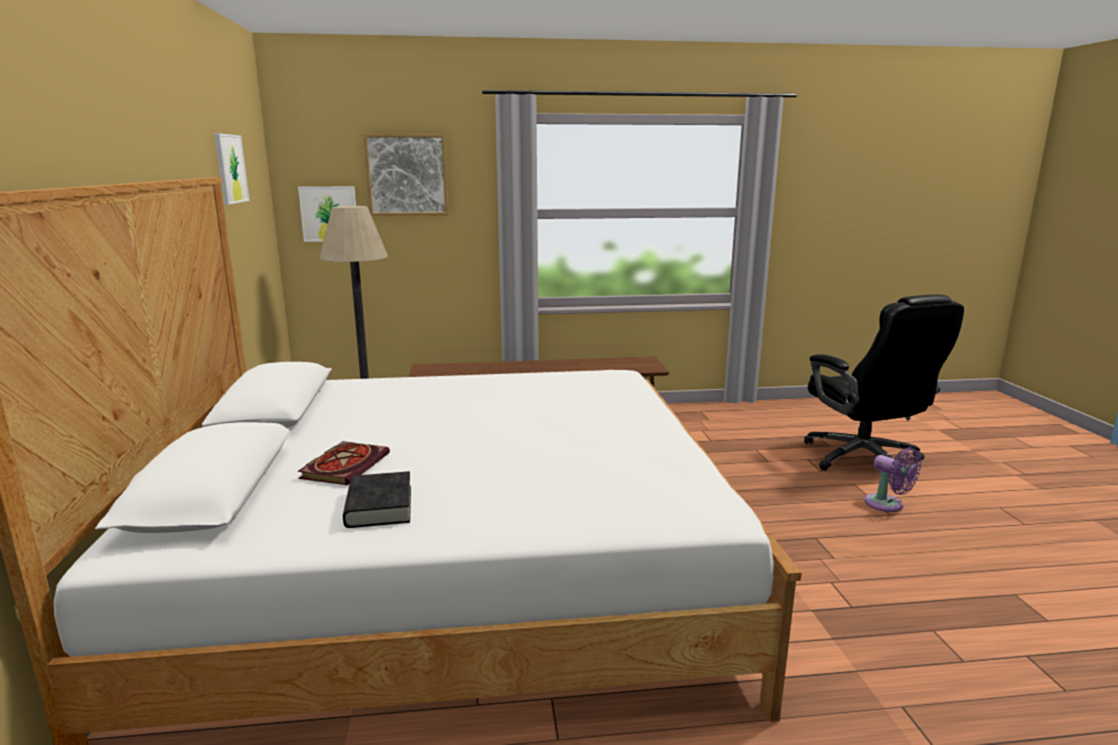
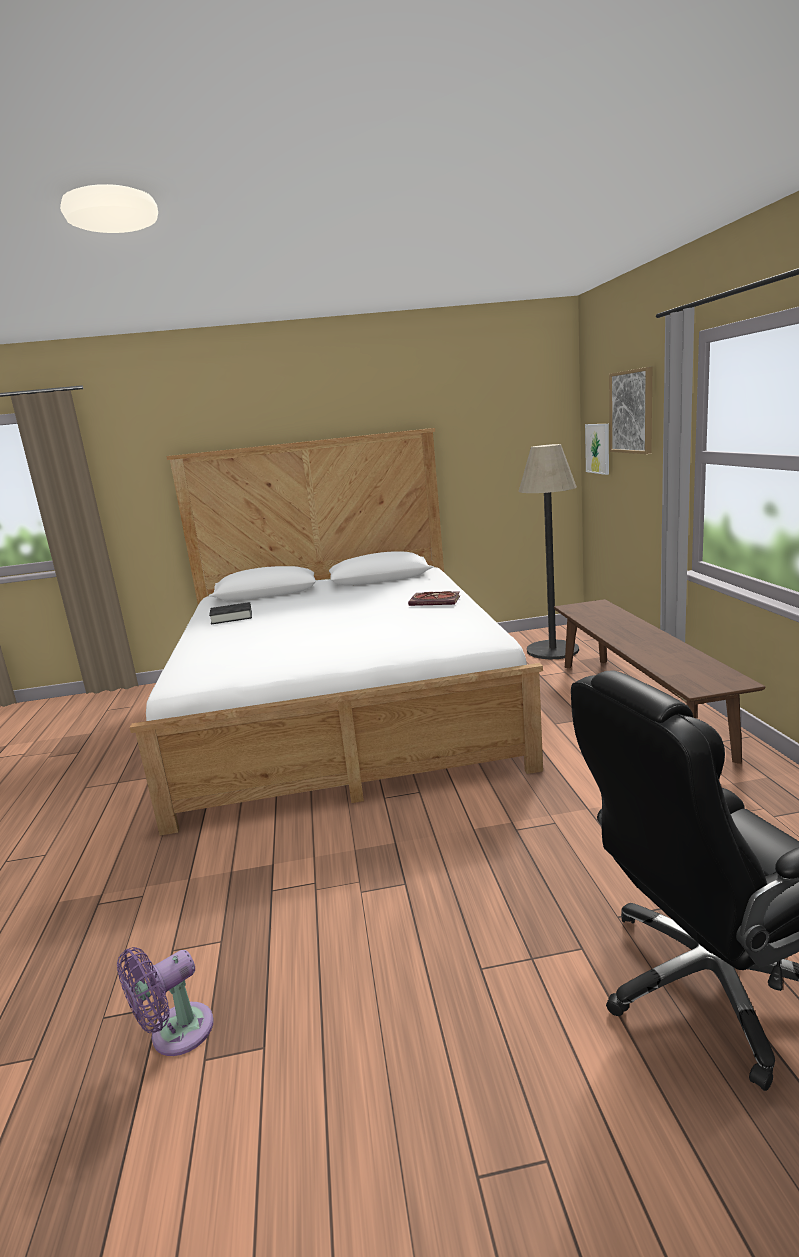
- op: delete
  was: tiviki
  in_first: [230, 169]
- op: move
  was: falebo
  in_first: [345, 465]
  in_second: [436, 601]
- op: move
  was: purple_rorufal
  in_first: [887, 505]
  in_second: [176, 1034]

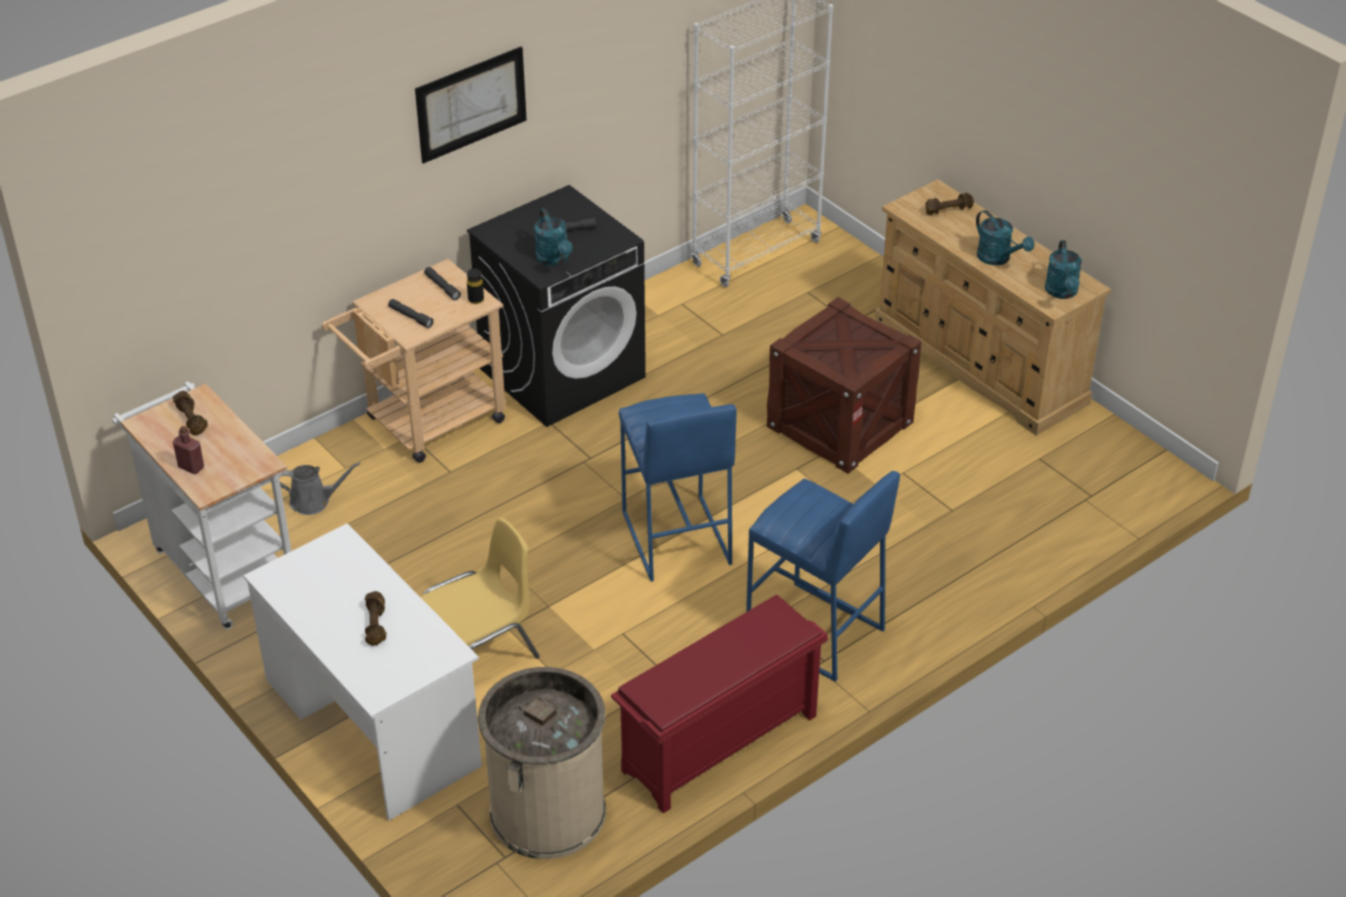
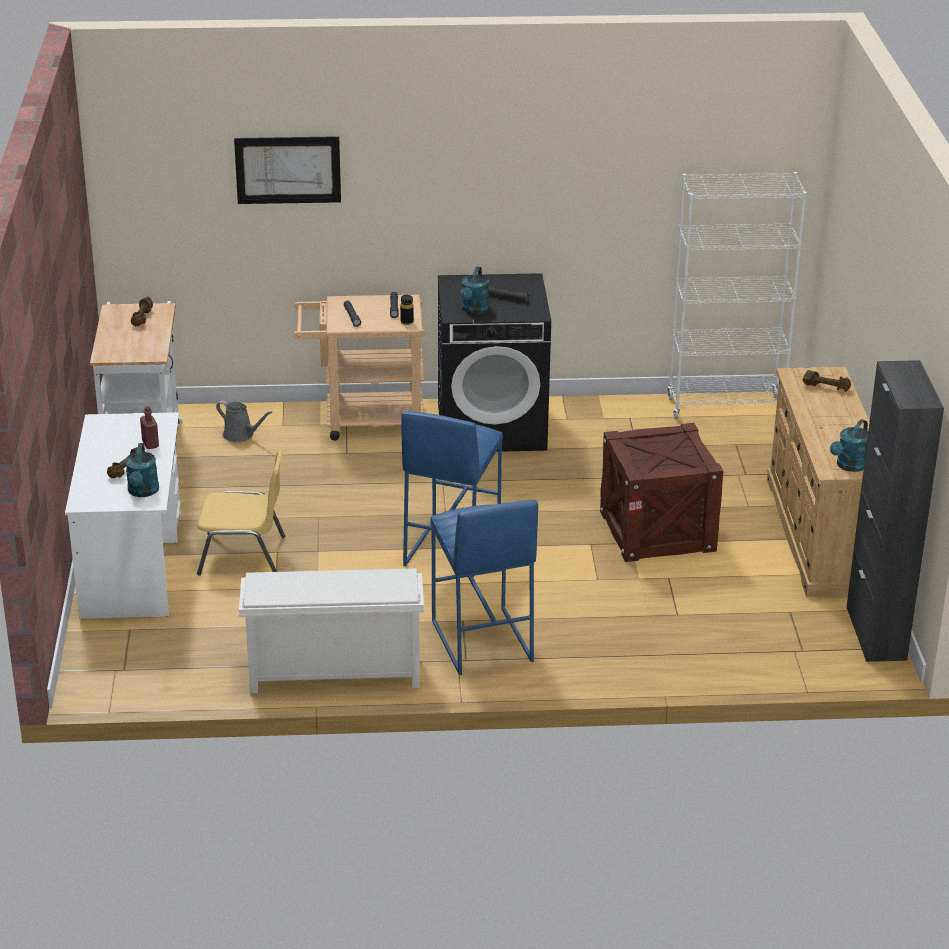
- op: move
  was: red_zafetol
  in_first: [191, 467]
  in_second: [150, 444]
- op: move
  was: tiviki
  in_first: [471, 104]
  in_second: [288, 170]
- op: delete
  was: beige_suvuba
  in_first: [547, 812]
- op: recolor
  was: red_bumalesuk
  now: white_bumalesuk
  in_first: [719, 745]
  in_second: [333, 674]
- op: move
  was: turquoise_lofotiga
  in_first: [998, 259]
  in_second: [143, 492]
- op: insert
  now: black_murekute
  in_second: [876, 633]

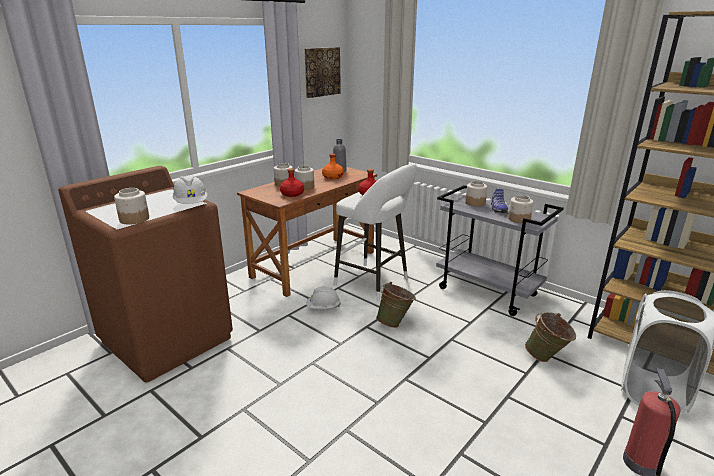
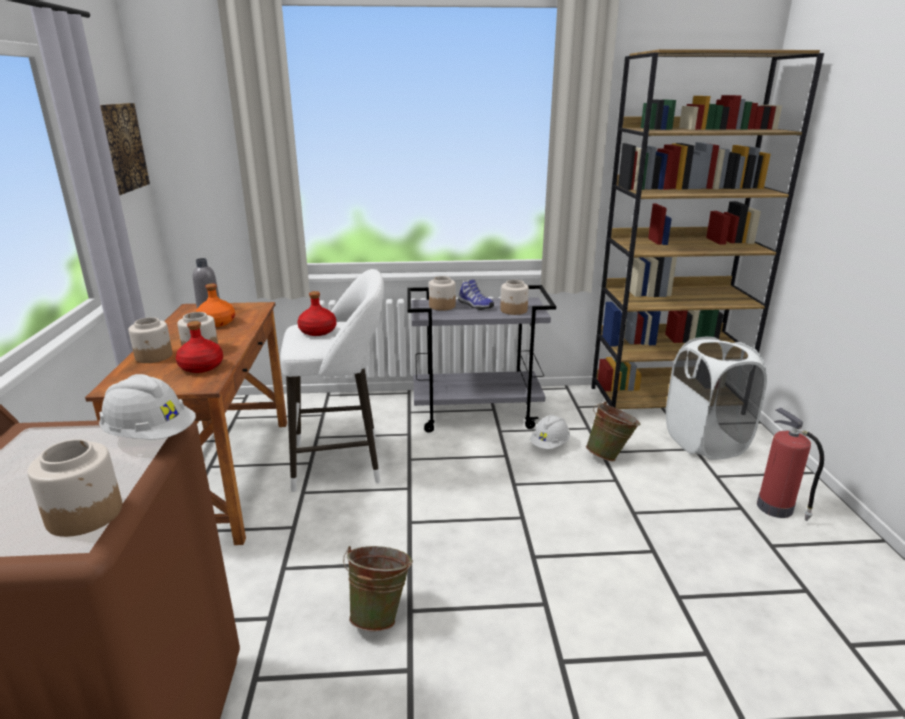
- op: move
  was: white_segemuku
  in_first: [323, 308]
  in_second: [550, 445]
- op: move
  was: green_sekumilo
  in_first: [395, 323]
  in_second: [380, 613]

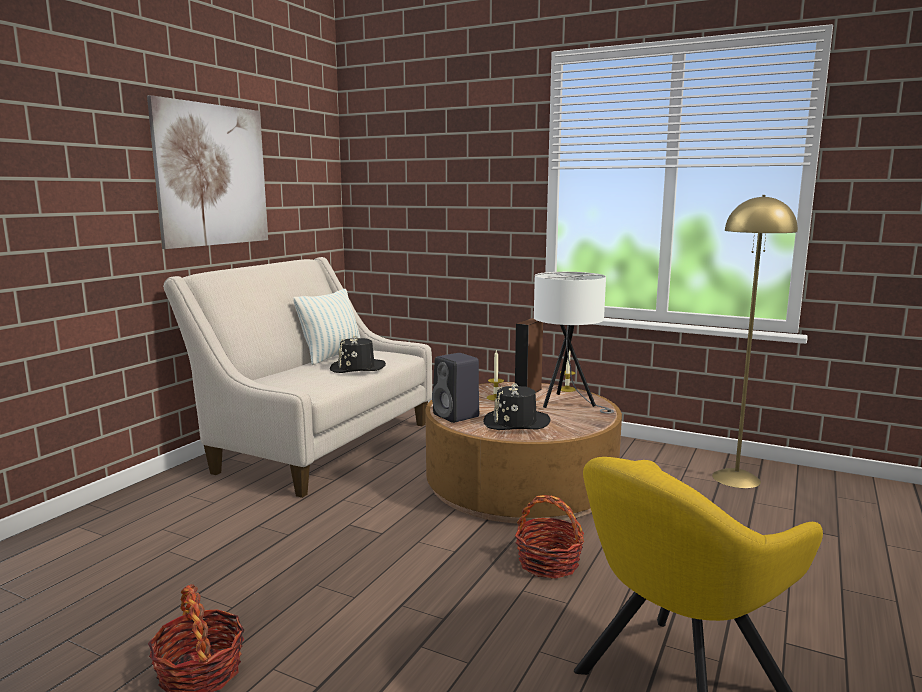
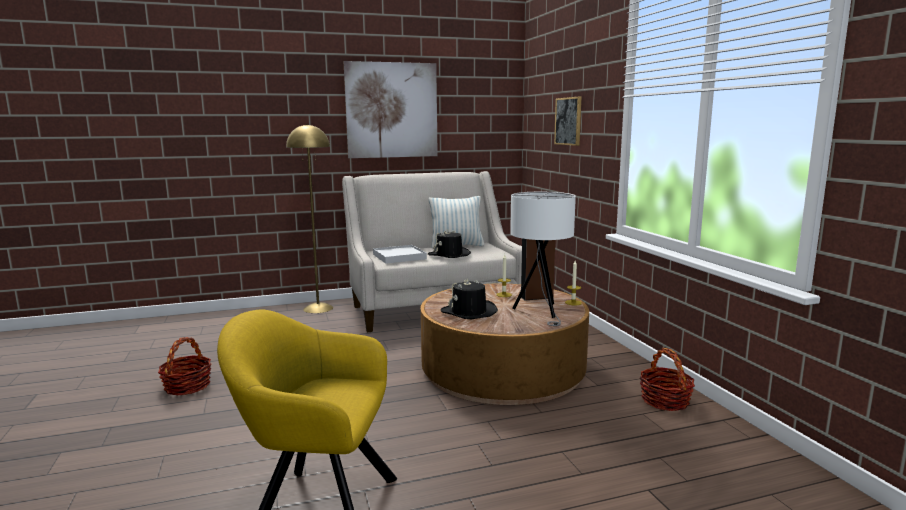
- op: delete
  was: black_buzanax
  in_first: [457, 416]
- op: move
  was: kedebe
  in_first: [548, 563]
  in_second: [665, 401]
- op: move
  was: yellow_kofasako
  in_first: [735, 478]
  in_second: [318, 308]
- op: insert
  now: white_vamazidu
  in_second: [399, 257]
- op: insert
  now: tiviki
  in_second: [568, 121]

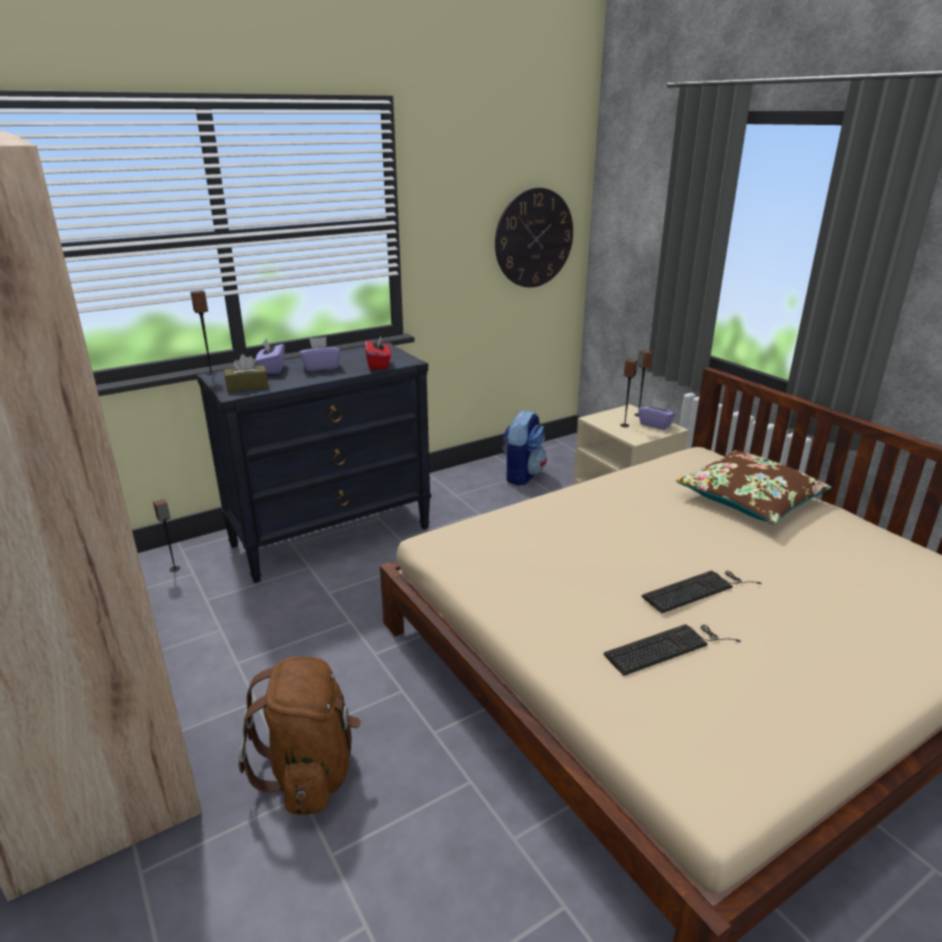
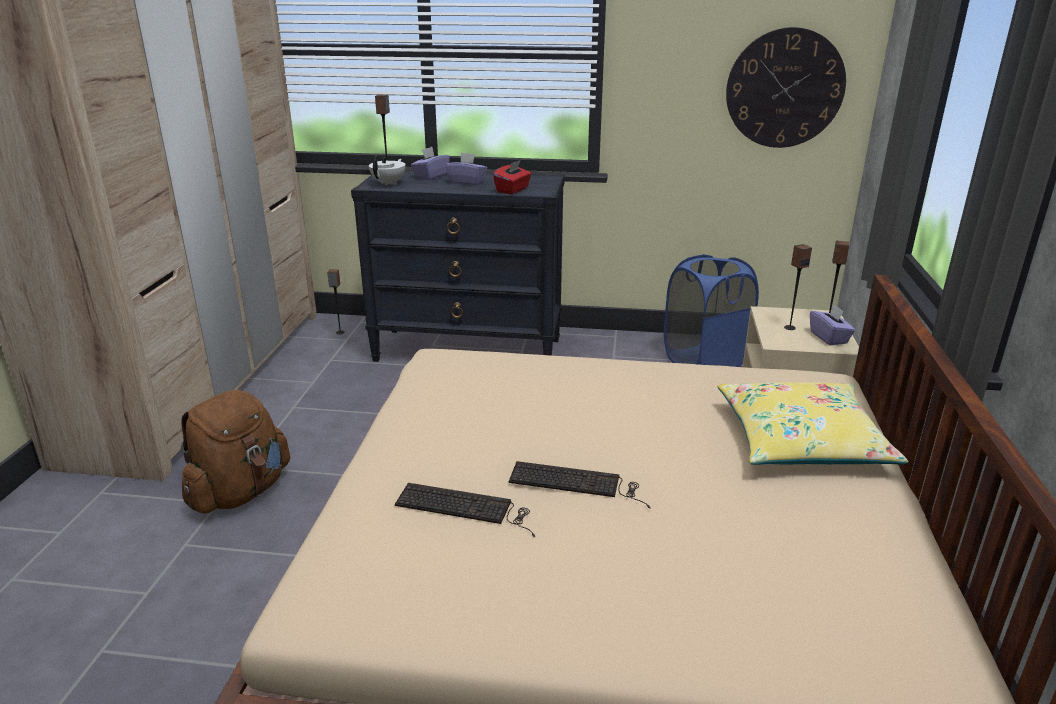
- op: replace
  was: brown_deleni
  now: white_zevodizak
  in_first: [247, 386]
  in_second: [389, 183]
- op: replace
  was: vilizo
  now: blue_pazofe
  in_first: [522, 475]
  in_second: [704, 361]
- op: recolor
  was: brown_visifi
  now: yellow_visifi
  in_first: [750, 499]
  in_second: [802, 440]

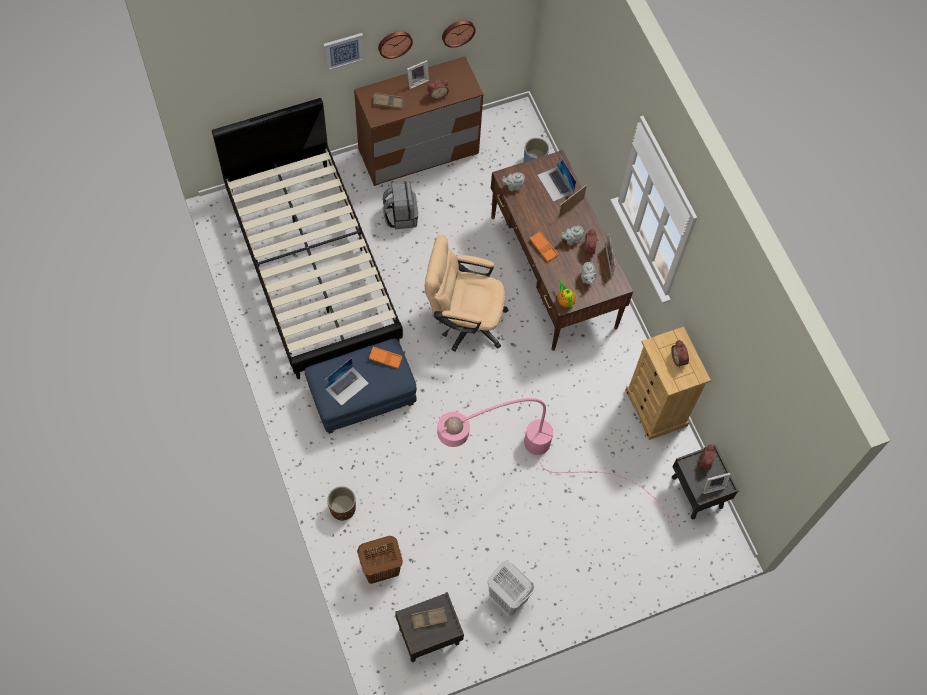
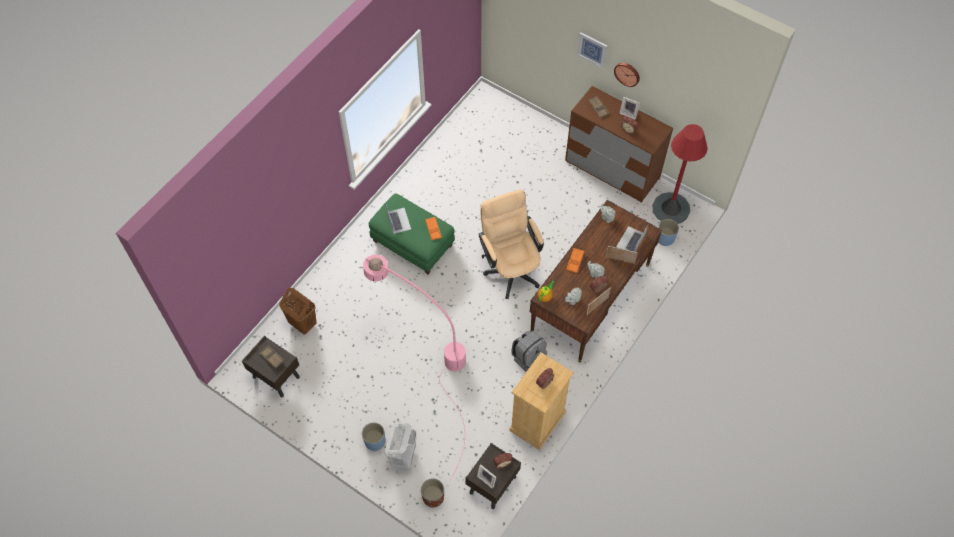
- op: delete
  was: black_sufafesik
  in_first: [312, 266]
- op: recolor
  was: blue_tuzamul
  now: green_tuzamul
  in_first: [362, 395]
  in_second: [413, 243]
- op: rotate
  was: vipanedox
  in_first: [347, 386]
  in_second: [398, 220]
  clockwise: -120
- op: move
  was: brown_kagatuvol
  in_first: [343, 508]
  in_second: [433, 497]
- op: move
  was: grey_vilizo
  in_first: [400, 215]
  in_second: [528, 357]
- op: delete
  was: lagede
  in_first: [457, 32]
- op: move
  was: white_pazofe
  in_first: [507, 597]
  in_second: [403, 456]
- op: insert
  now: blue_kagatuvol
  in_second: [375, 441]
- op: insert
  now: red_kofasako
  in_second: [671, 208]

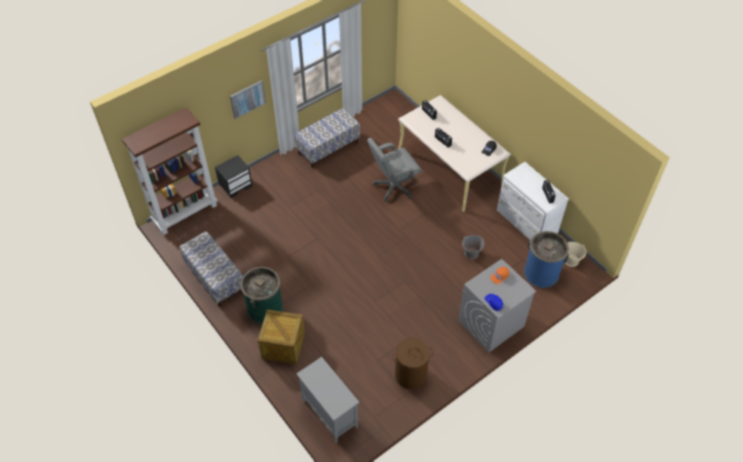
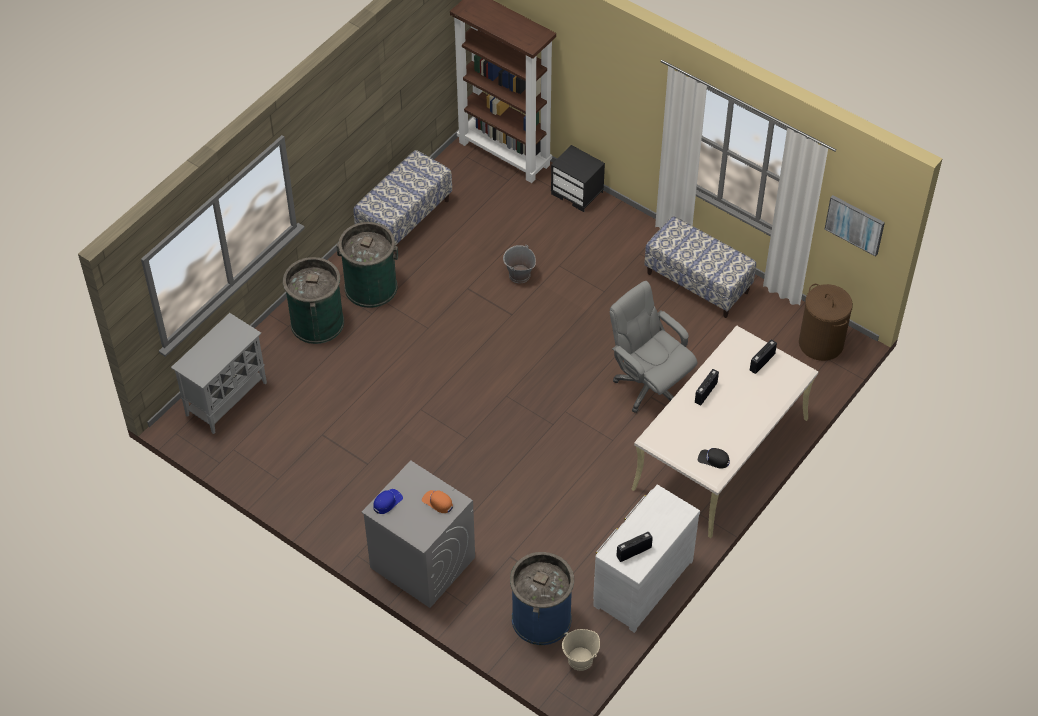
- op: move
  was: tiviki
  in_first: [247, 99]
  in_second: [855, 224]
- op: replace
  was: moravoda
  now: green_suvuba
  in_first: [283, 345]
  in_second: [317, 322]
- op: move
  was: brown_pazofe
  in_first: [410, 375]
  in_second: [820, 343]
- op: move
  was: grey_sekumilo
  in_first: [471, 254]
  in_second: [519, 275]

